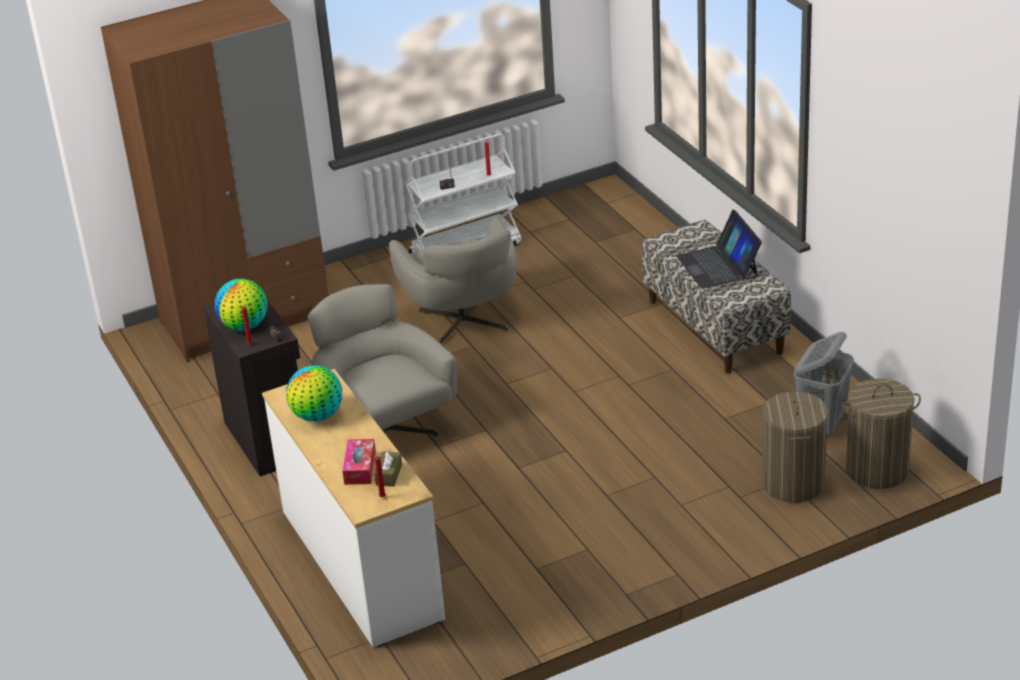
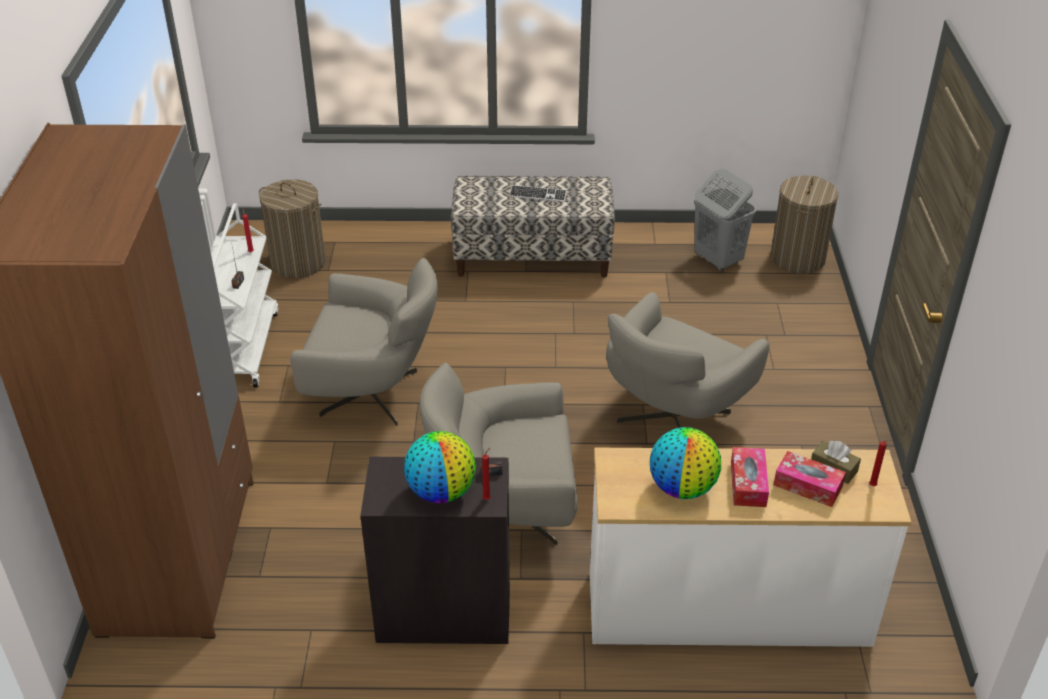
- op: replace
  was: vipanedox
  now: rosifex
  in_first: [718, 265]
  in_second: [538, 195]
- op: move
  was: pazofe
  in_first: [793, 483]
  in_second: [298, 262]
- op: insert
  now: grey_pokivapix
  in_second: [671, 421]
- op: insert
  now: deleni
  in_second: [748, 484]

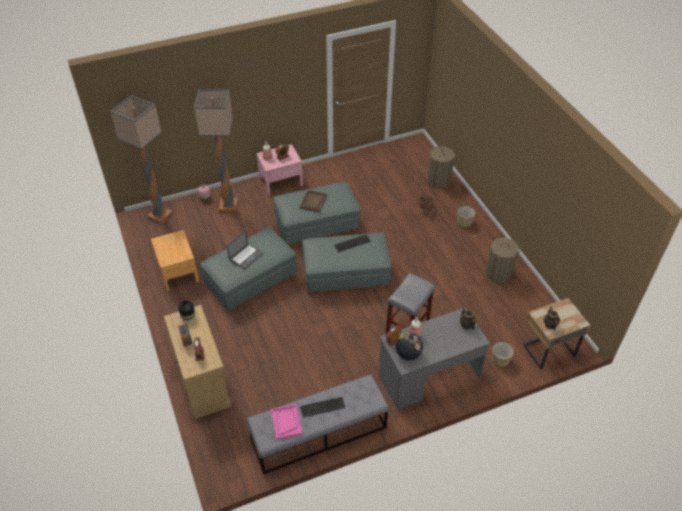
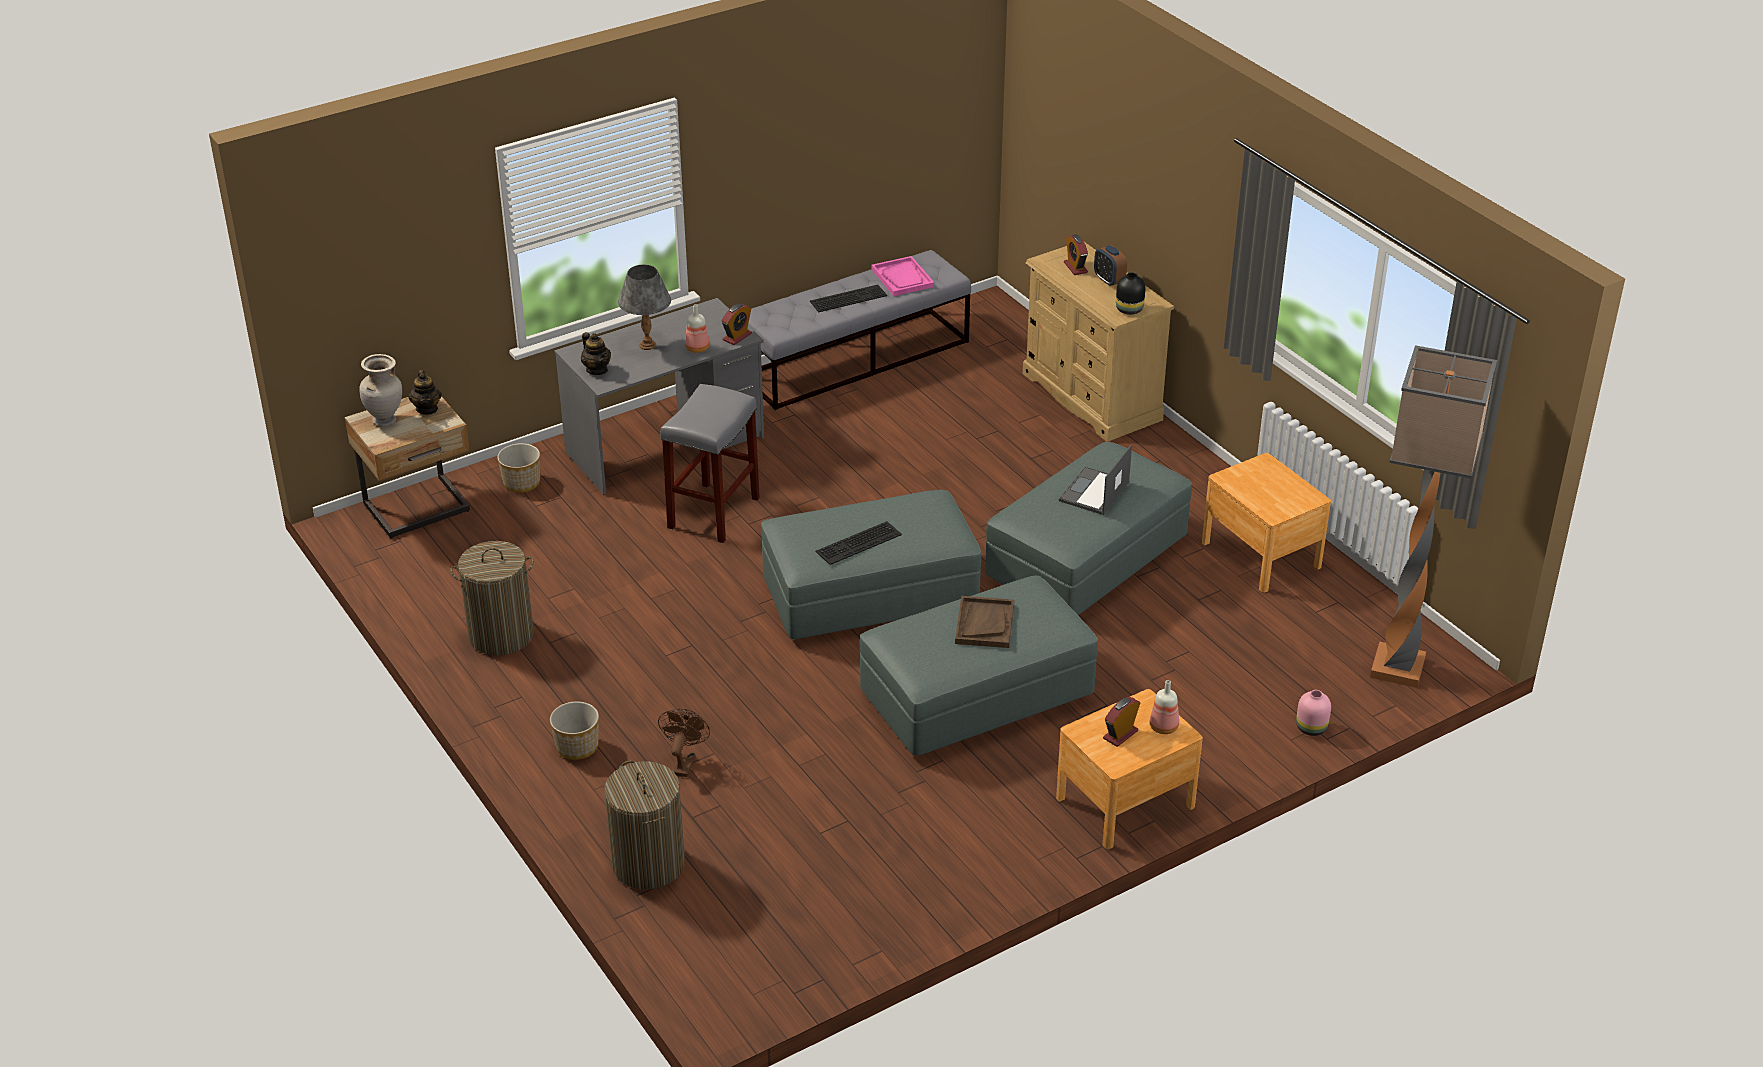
- op: delete
  was: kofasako
  in_first: [229, 206]
- op: recolor
  was: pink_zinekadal
  now: brown_zinekadal
  in_first: [281, 181]
  in_second: [1125, 802]
- op: delete
  was: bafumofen
  in_first: [408, 354]
- op: insert
  now: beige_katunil
  in_second: [385, 421]
- op: insert
  now: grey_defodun
  in_second: [647, 345]

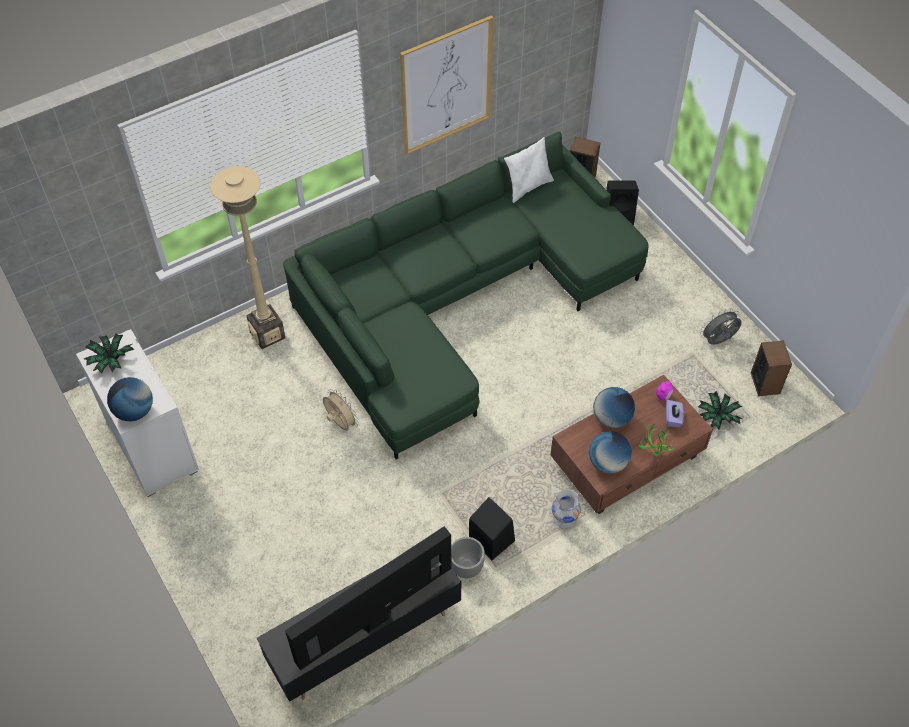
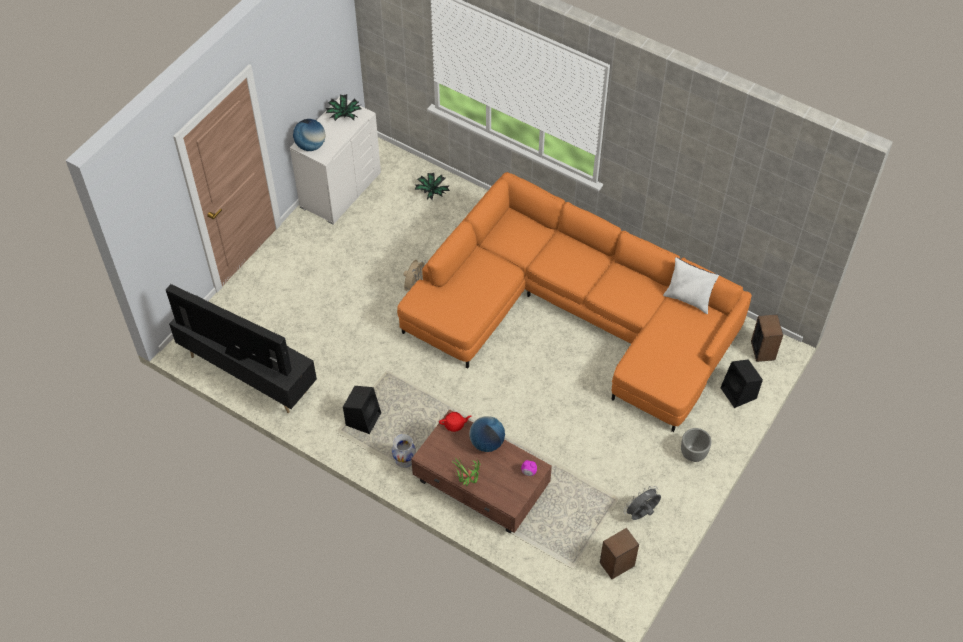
- op: delete
  was: beige_kofasako
  in_first: [267, 334]
- op: recolor
  was: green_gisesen
  now: orange_gisesen
  in_first: [459, 299]
  in_second: [573, 314]
- op: delete
  was: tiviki
  in_first: [446, 86]
- op: move
  was: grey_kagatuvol
  in_first: [467, 567]
  in_second: [693, 454]
- op: delete
  was: bafumofen
  in_first: [607, 463]
- op: delete
  was: purple_deleni
  in_first: [673, 418]
- op: move
  was: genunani
  in_first: [717, 417]
  in_second: [432, 192]
- op: rotate
  was: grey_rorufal
  in_first: [718, 341]
  in_second: [641, 514]
  clockwise: -75
- op: insert
  now: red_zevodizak
  in_second: [454, 424]

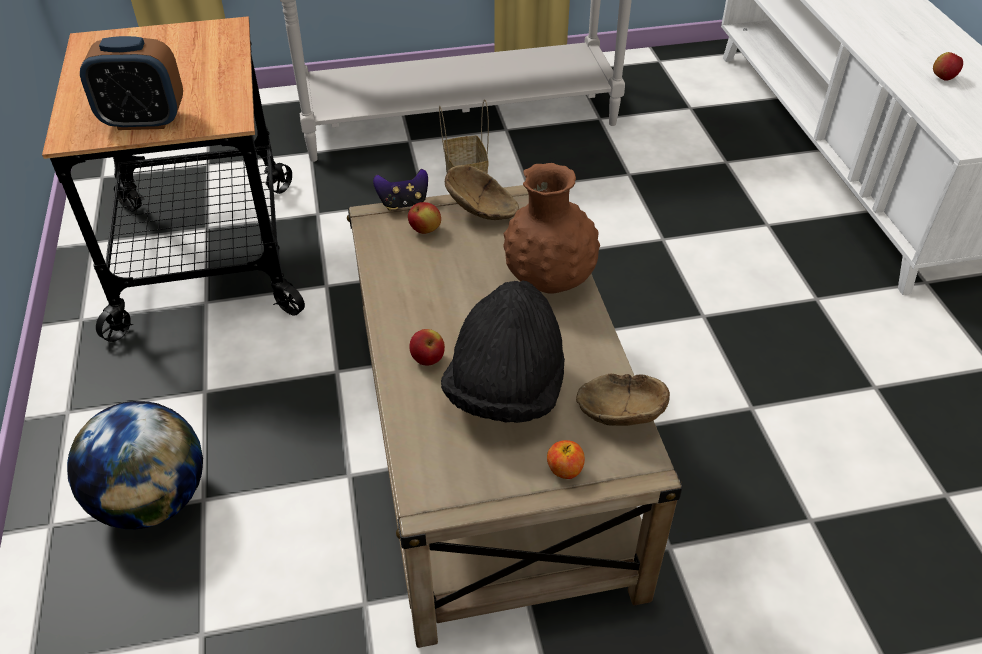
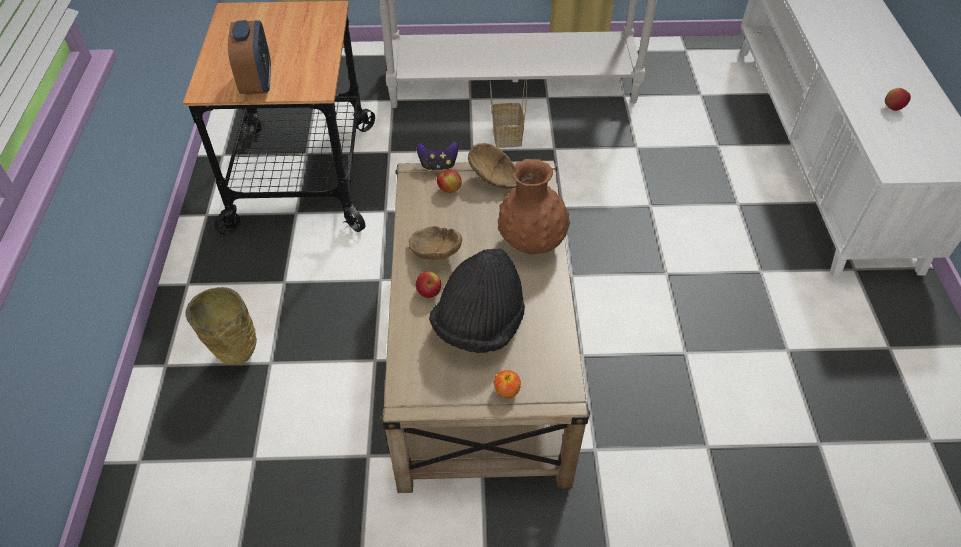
- op: replace
  was: bafumofen
  now: beige_katunil
  in_first: [153, 500]
  in_second: [236, 357]
- op: rotate
  was: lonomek
  in_first: [144, 121]
  in_second: [257, 83]
  clockwise: -105
- op: move
  was: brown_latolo
  in_first: [618, 412]
  in_second: [434, 252]

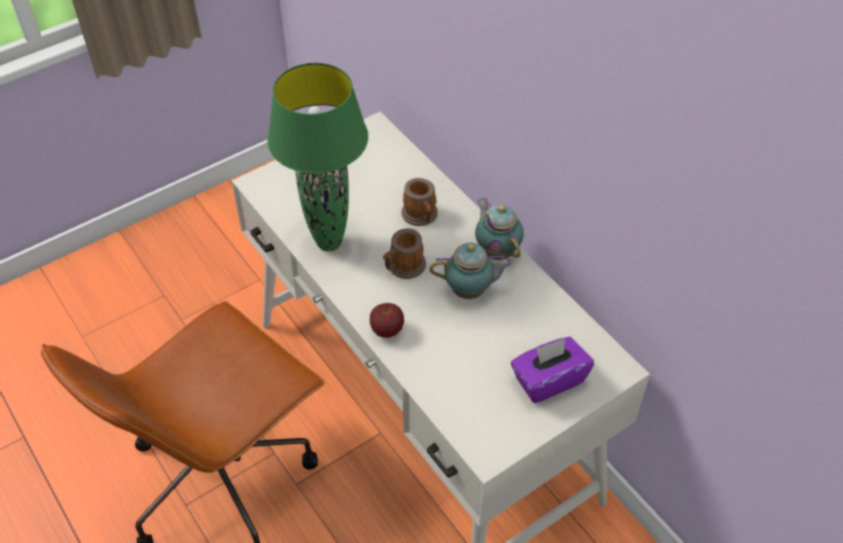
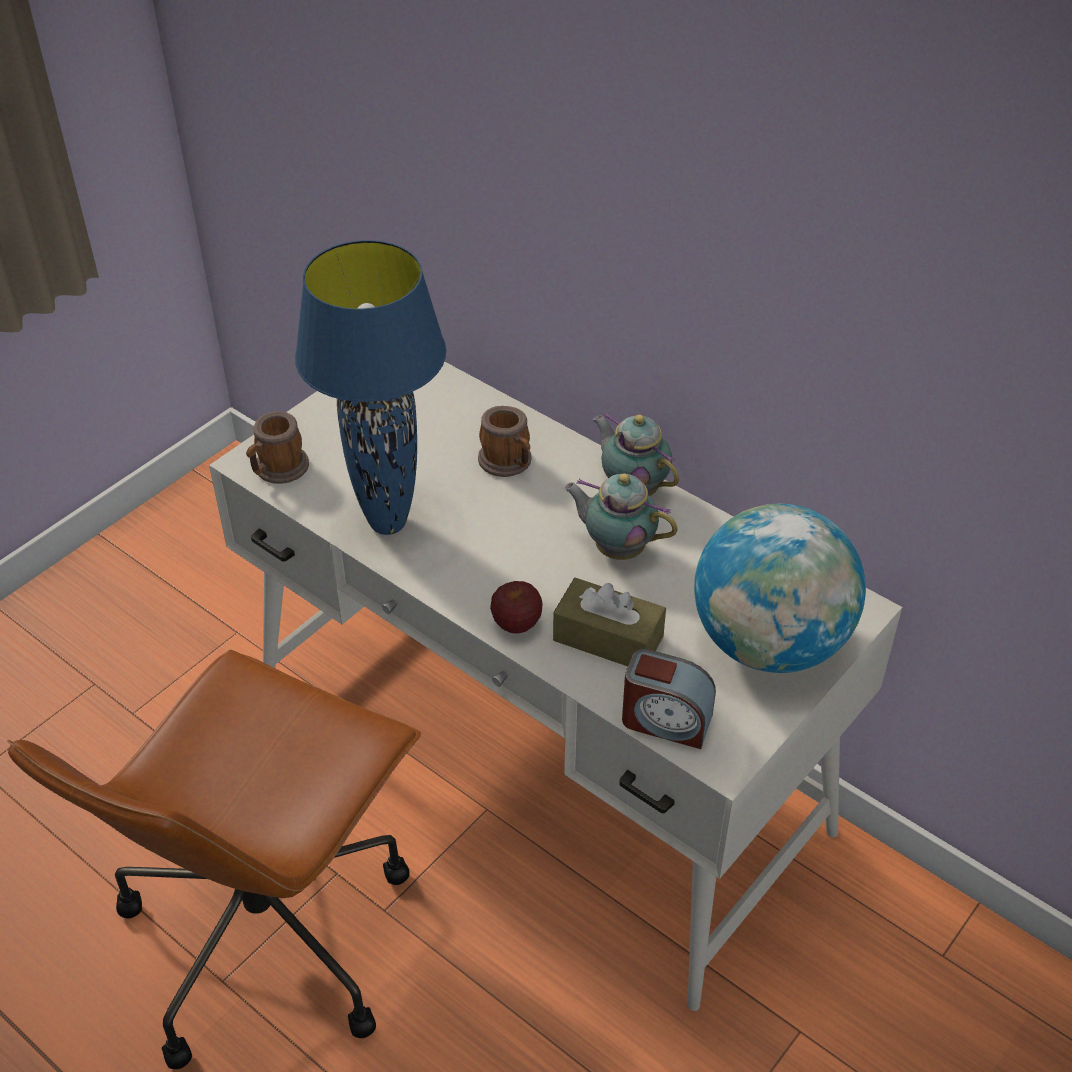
- op: recolor
  was: green_defodun
  now: blue_defodun
  in_first: [328, 243]
  in_second: [386, 523]
- op: move
  was: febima
  in_first: [403, 267]
  in_second: [277, 470]
- op: rotate
  was: zevodizak
  in_first: [471, 291]
  in_second: [616, 548]
  clockwise: -135
- op: replace
  was: purple_deleni
  now: bafumofen
  in_first: [548, 380]
  in_second: [769, 643]
- op: insert
  now: brown_deleni
  in_second: [608, 638]
- op: insert
  now: lonomek
  in_second: [665, 721]

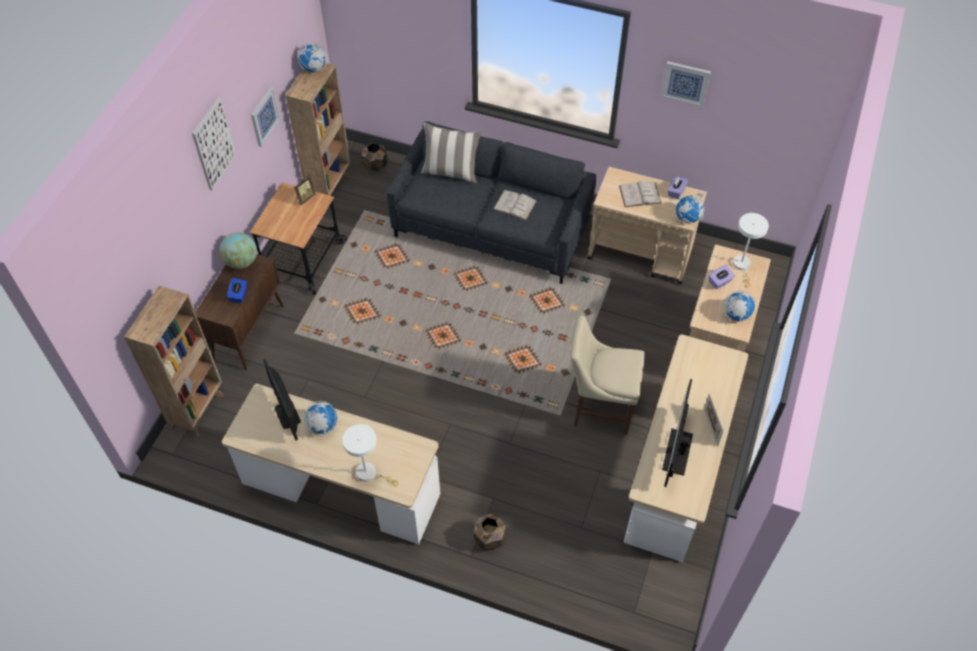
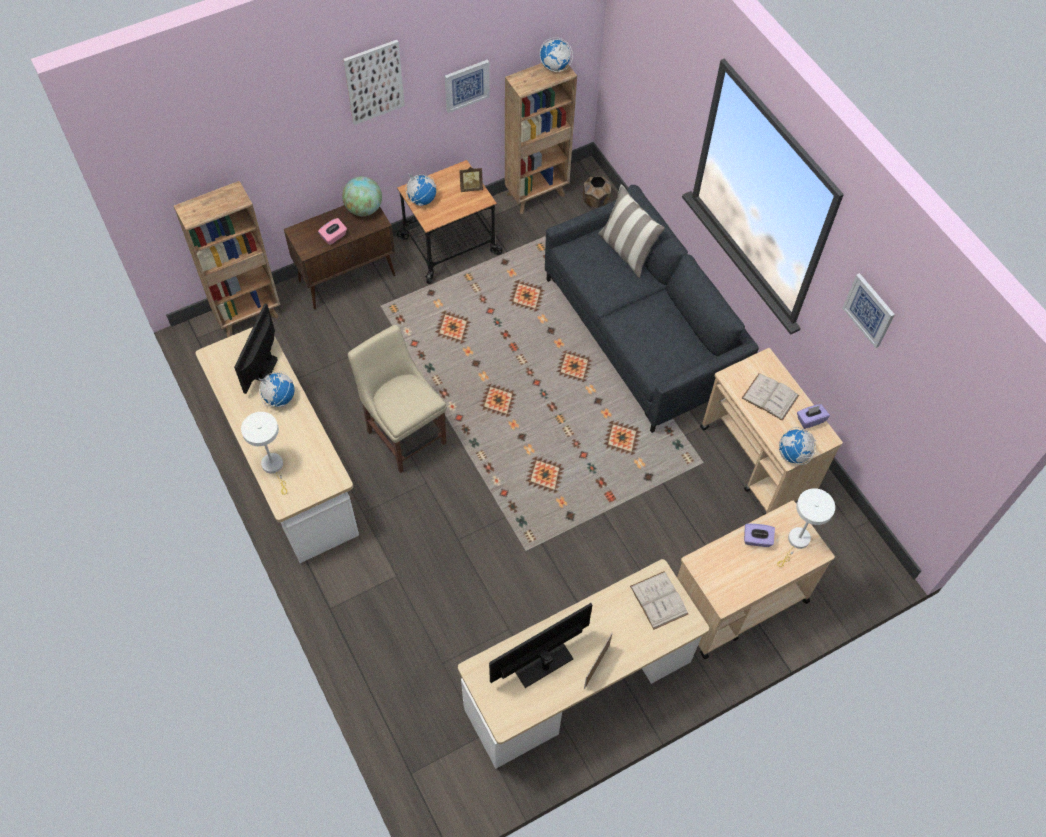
- op: recolor
  was: blue_deleni
  now: pink_deleni
  in_first: [239, 295]
  in_second: [334, 237]
- op: delete
  was: brown_kagatuvol
  in_first: [489, 539]
- op: move
  was: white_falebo
  in_first: [514, 205]
  in_second: [659, 600]
- op: move
  was: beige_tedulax
  in_first: [599, 407]
  in_second: [404, 434]
- op: move
  was: bafumofen
  in_first: [736, 315]
  in_second: [421, 199]

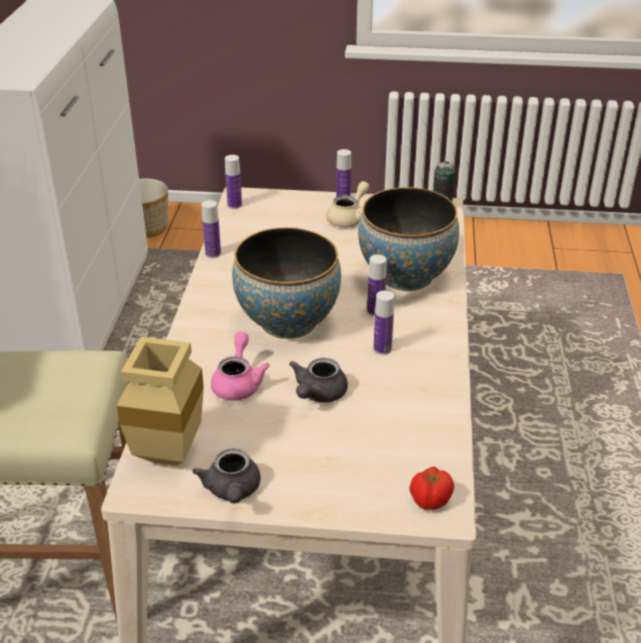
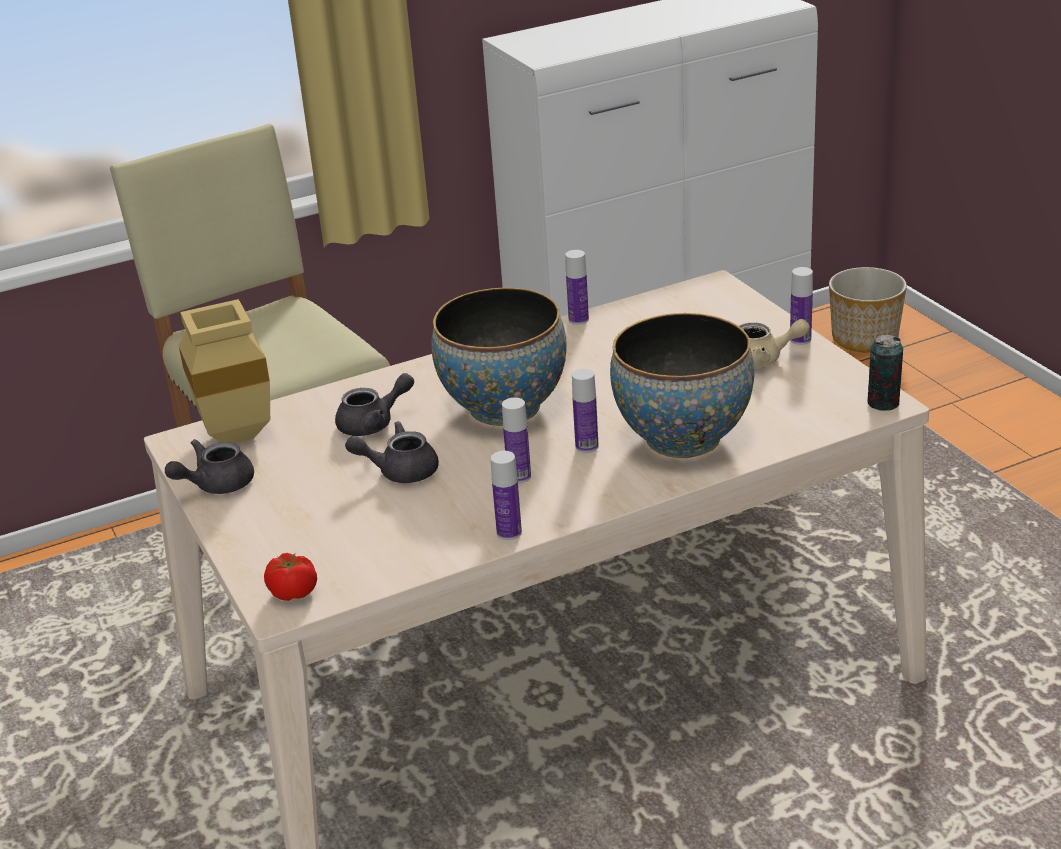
- op: recolor
  was: pink_zevodizak
  now: grey_zevodizak
  in_first: [238, 383]
  in_second: [374, 423]
- op: move
  was: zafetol
  in_first: [234, 205]
  in_second: [509, 533]

